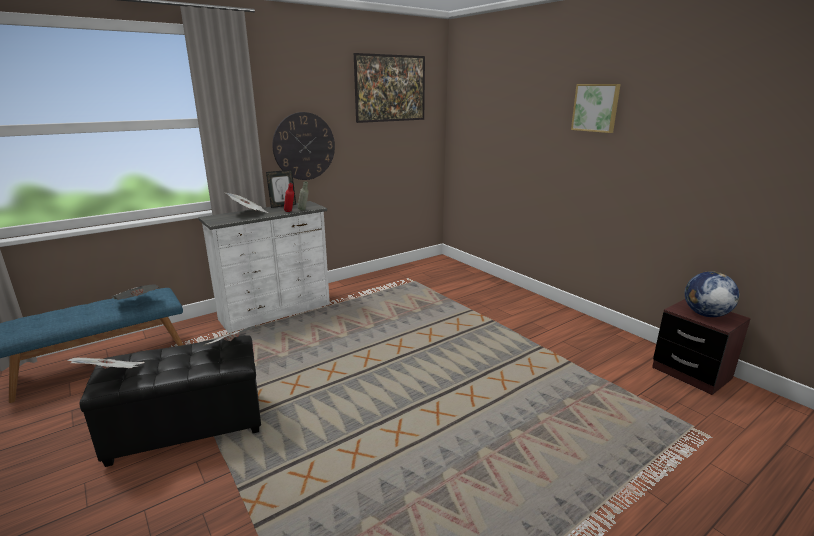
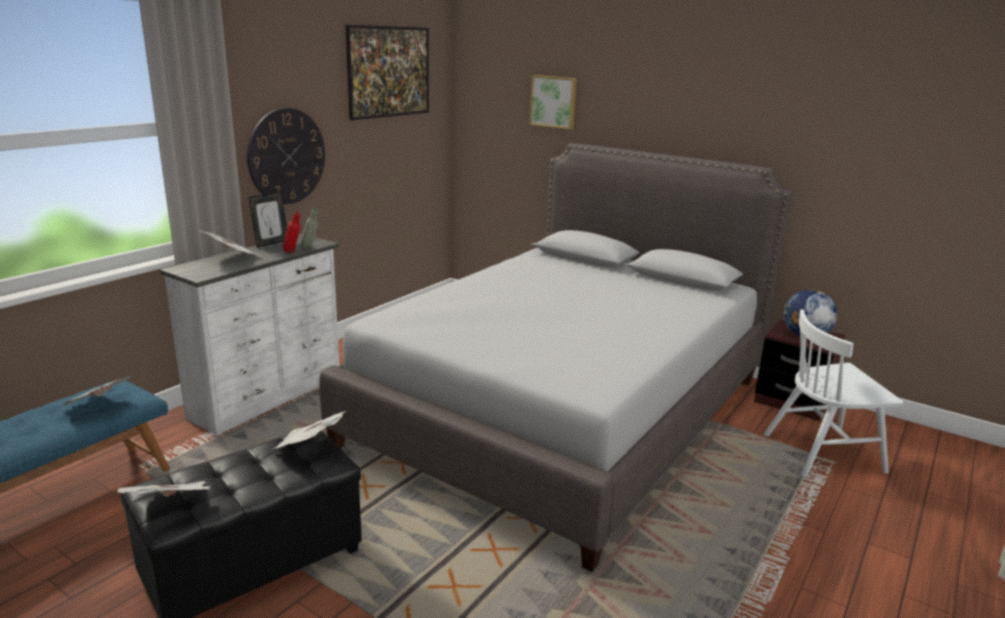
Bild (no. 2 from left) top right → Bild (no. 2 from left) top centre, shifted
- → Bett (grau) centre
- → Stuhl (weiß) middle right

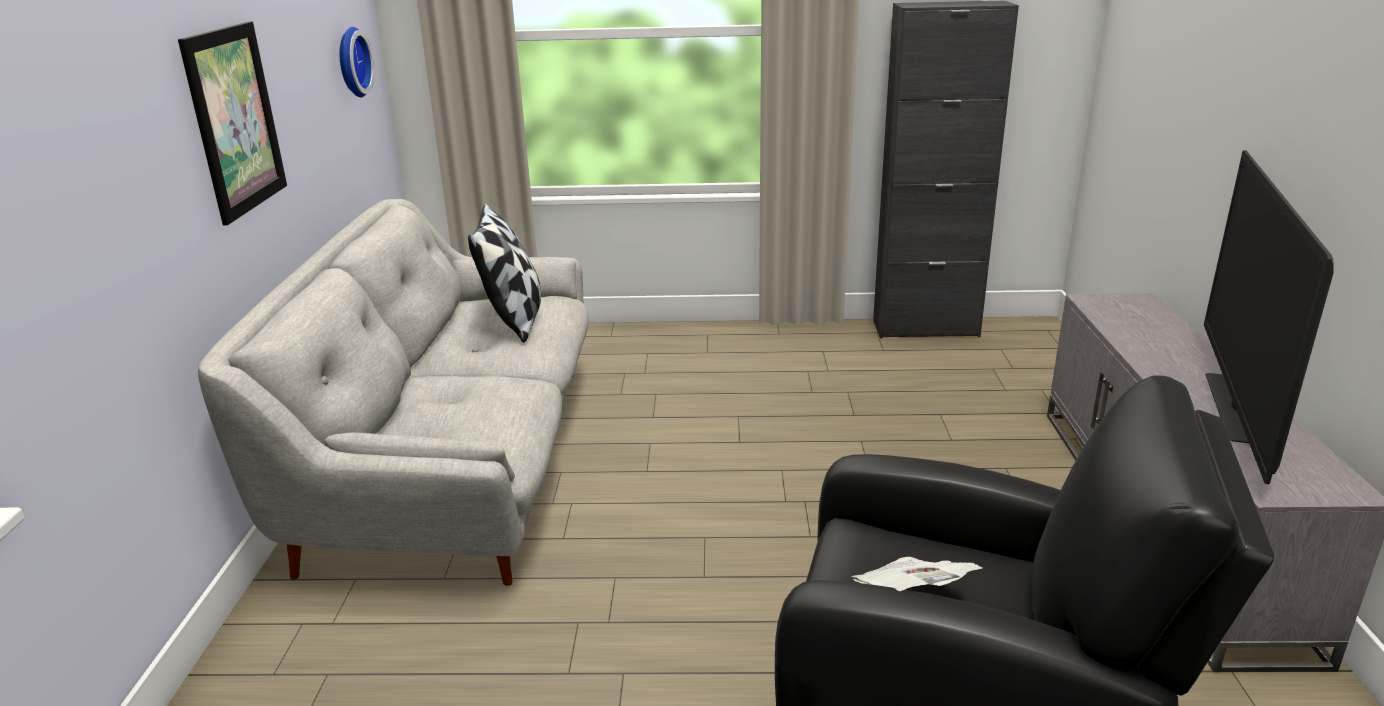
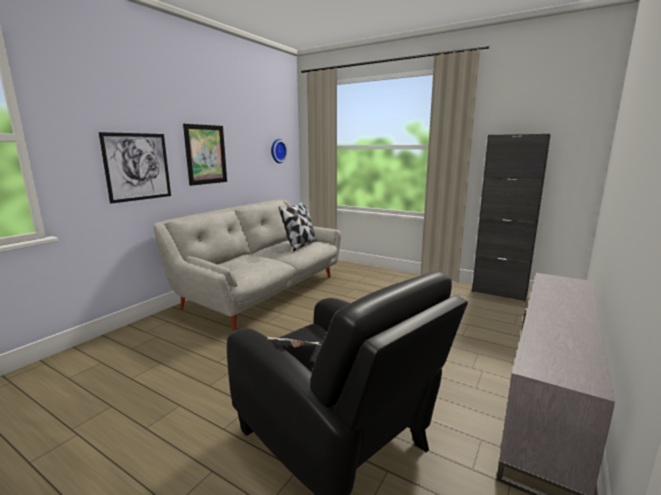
Fernseher middle right → -
- → Bild (no. 1 from left) middle left

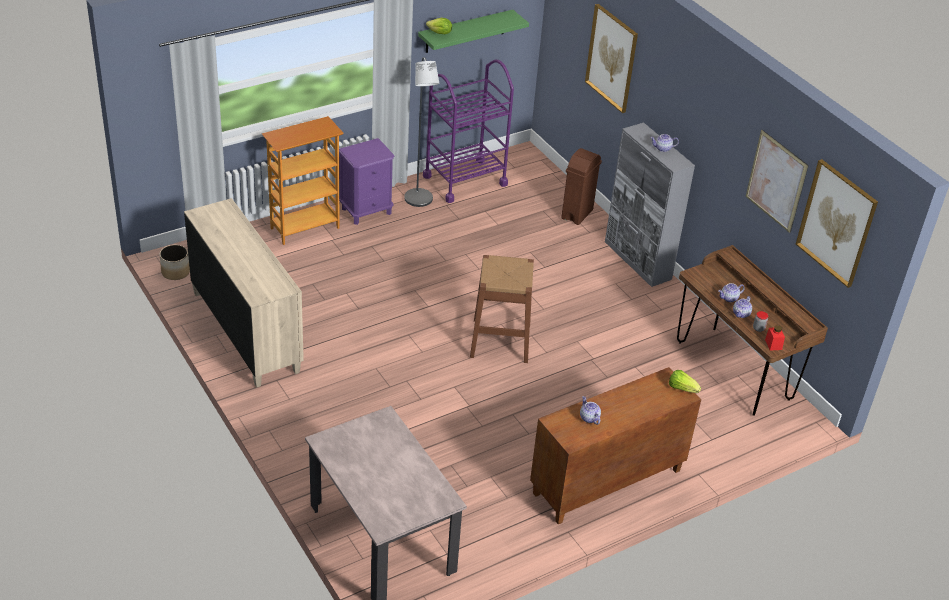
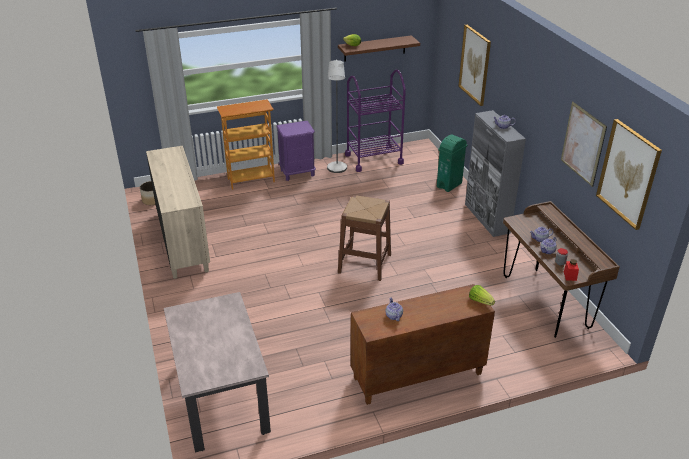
Wandregal (grün) top centre → Wandregal (braun) top centre
Mülleimer (braun) top centre → Mülleimer (grün) centre

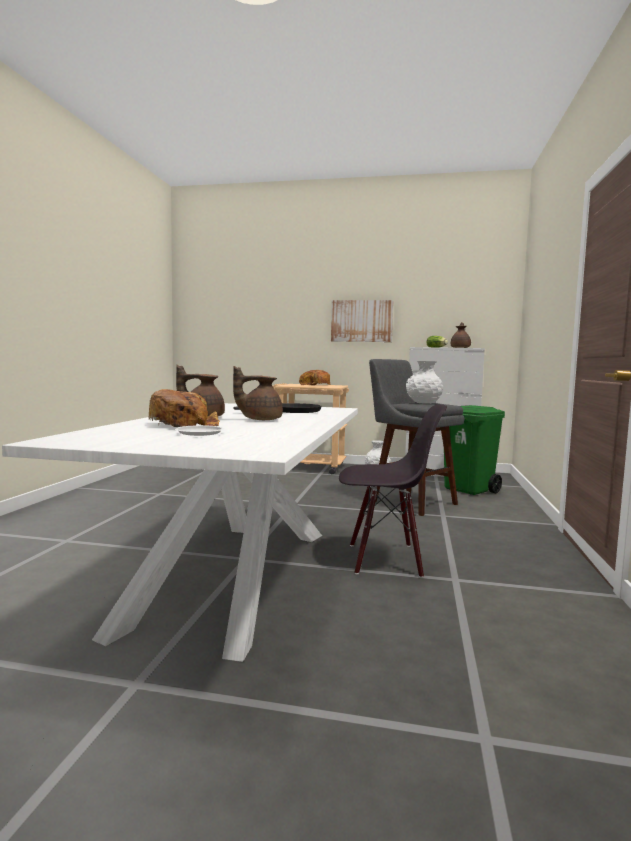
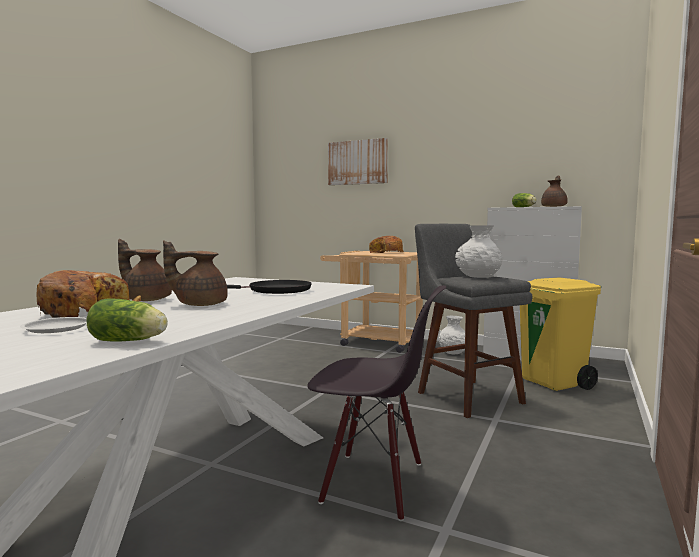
Bild centre → Bild top centre, shifted
Mülleimer (grün) middle right → Mülleimer (gelb) middle right
- → Salatkopf (no. 1 from left) middle left

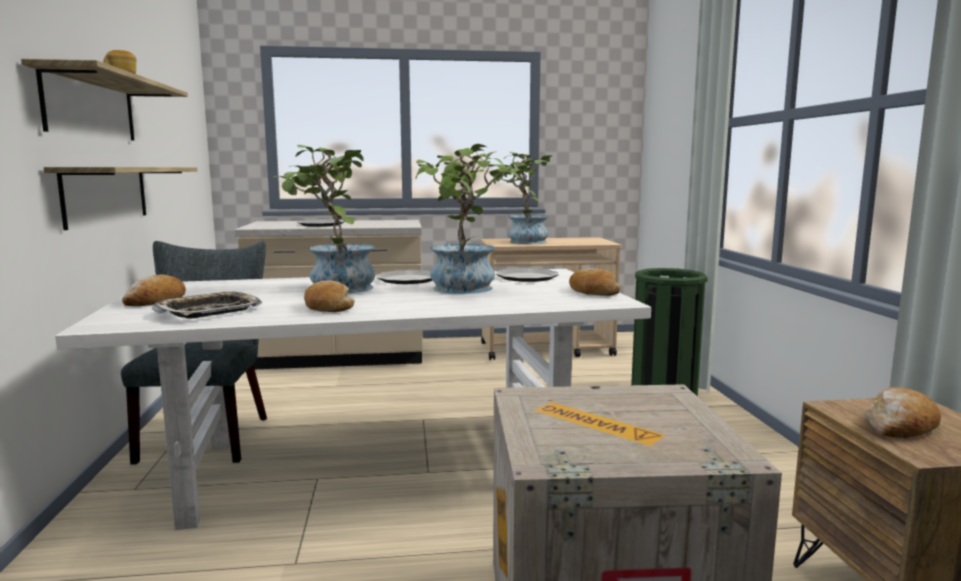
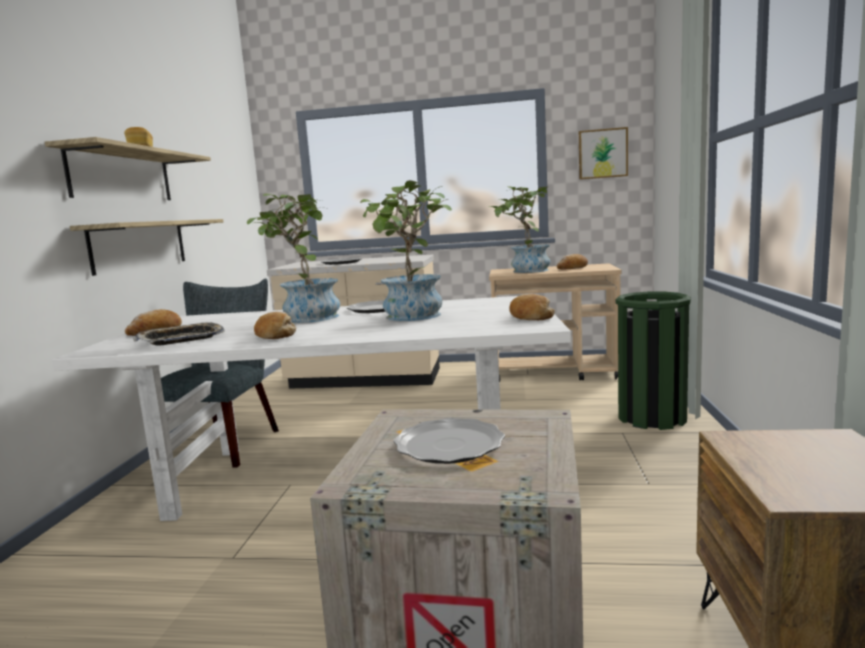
Teller (no. 3 from left) centre → Teller (no. 3 from left) bottom centre, shifted
Brot (no. 5 from left) bottom right → Brot (no. 5 from left) centre, shifted
- → Bild top right

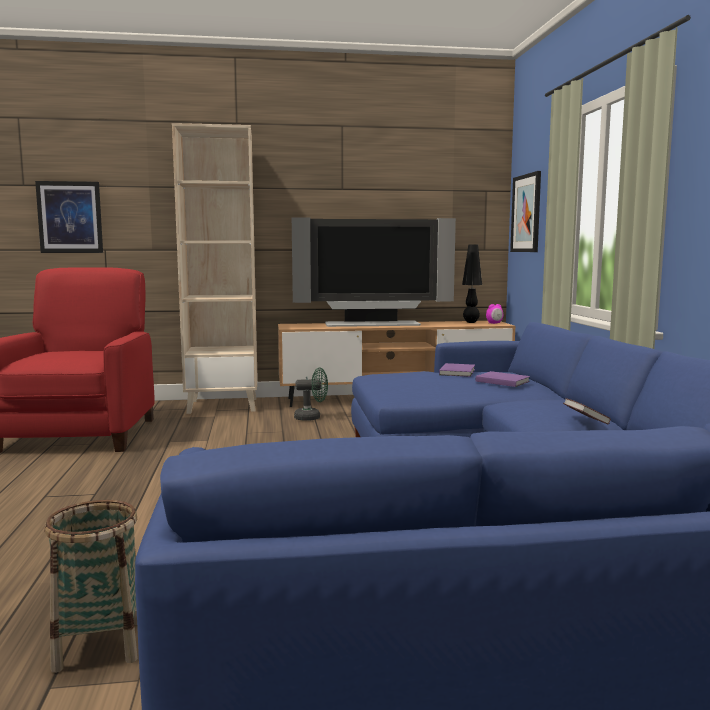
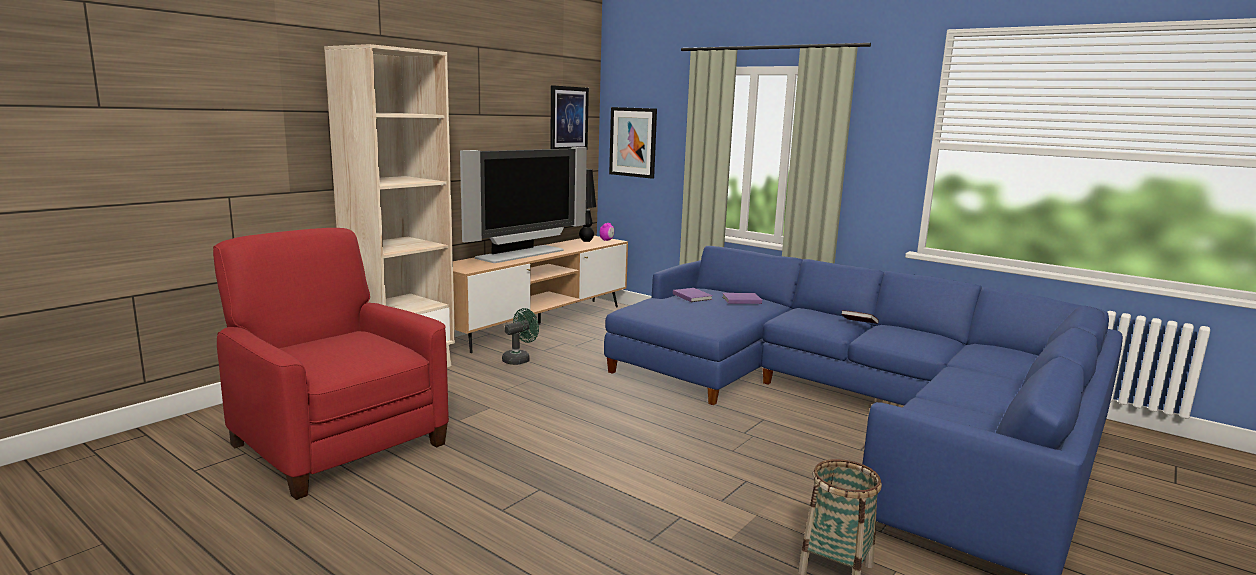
Bild (no. 1 from left) top left → Bild (no. 1 from left) top centre, shifted

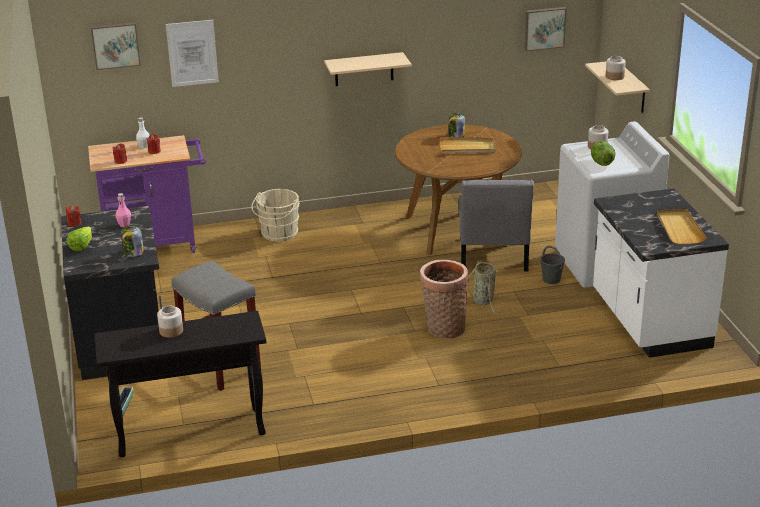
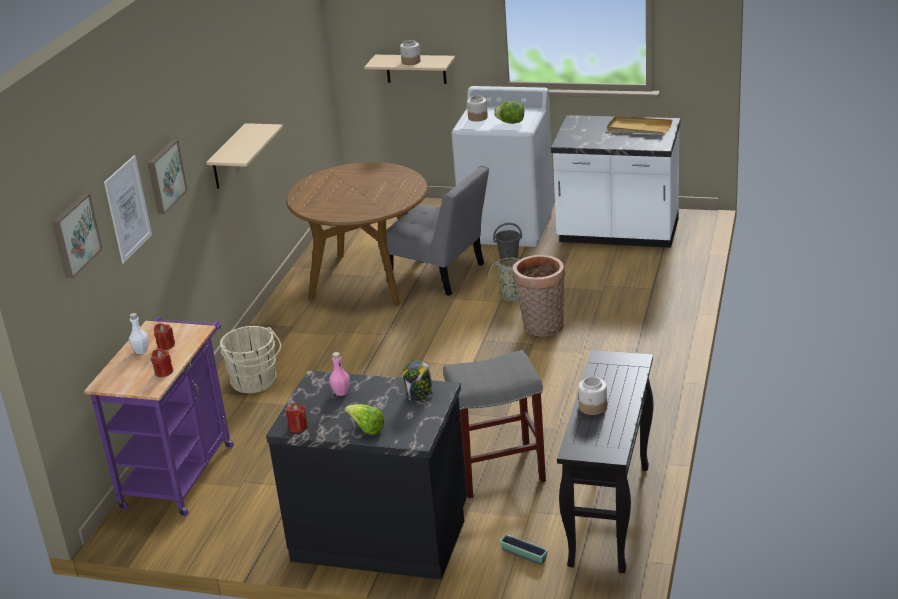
Tablett (beige) (no. 1 from left) top centre → -
Vorratsglas (no. 3 from left) top centre → -
Bild (no. 3 from left) top right → Bild (no. 3 from left) top left, shifted

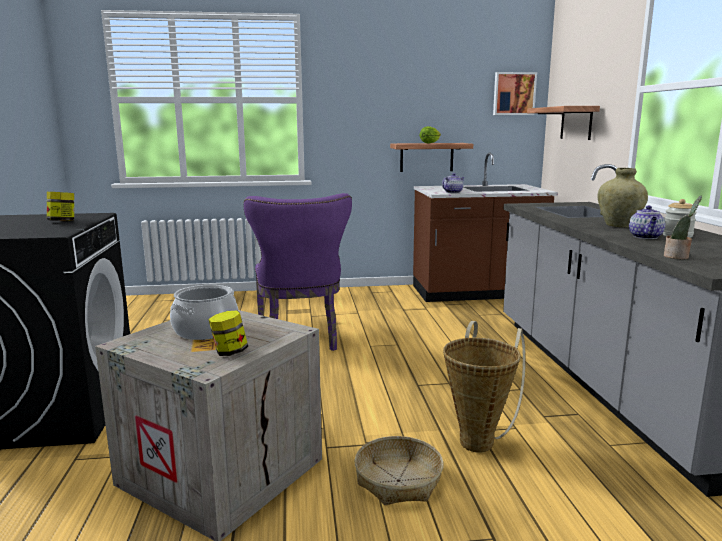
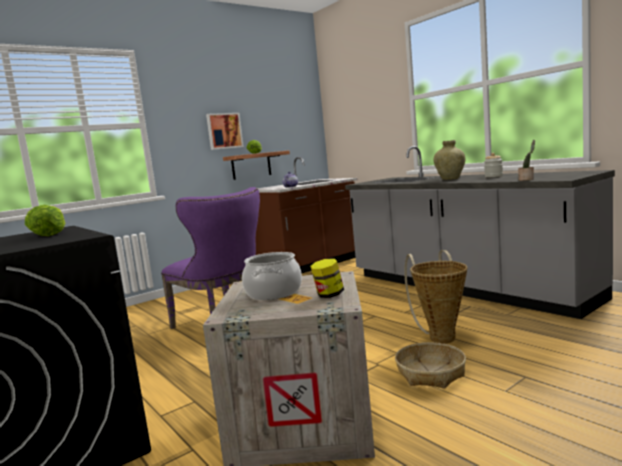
Vorratsglas (no. 1 from left) middle left → Salatkopf (no. 1 from left) middle left
Bild top right → Bild top centre, shifted
Wandregal (no. 2 from left) top right → -
Teekanne (no. 2 from left) middle right → -

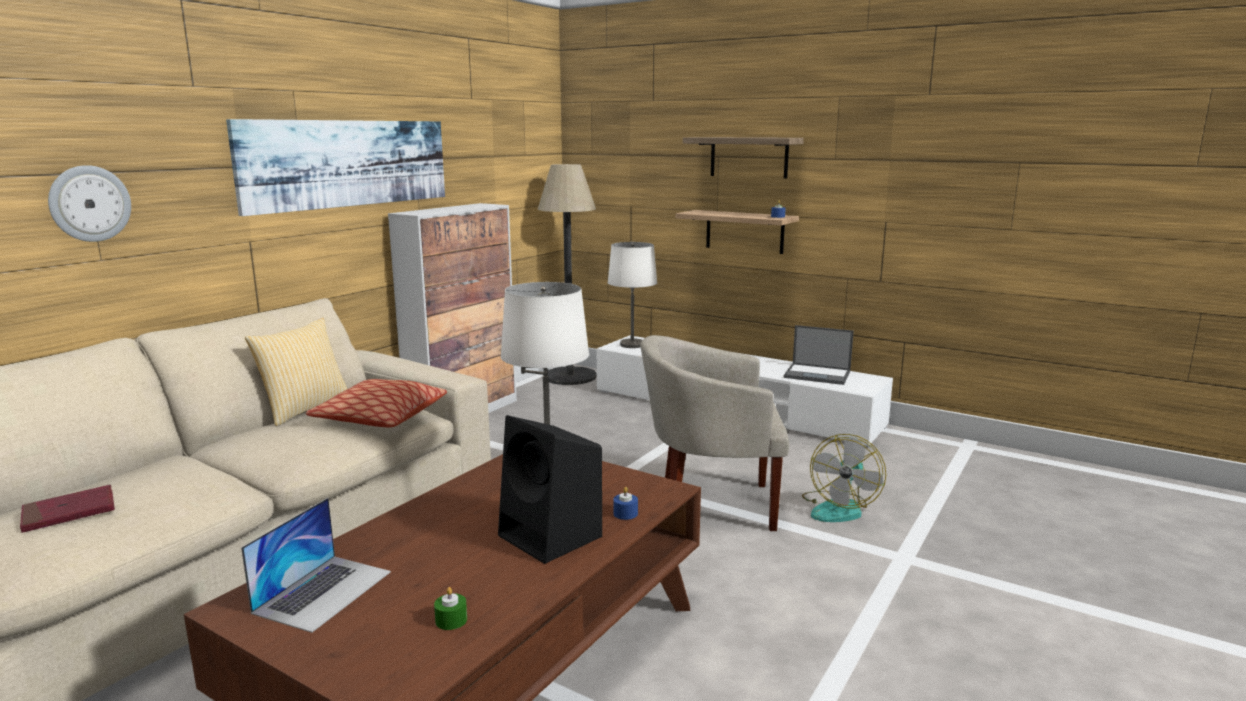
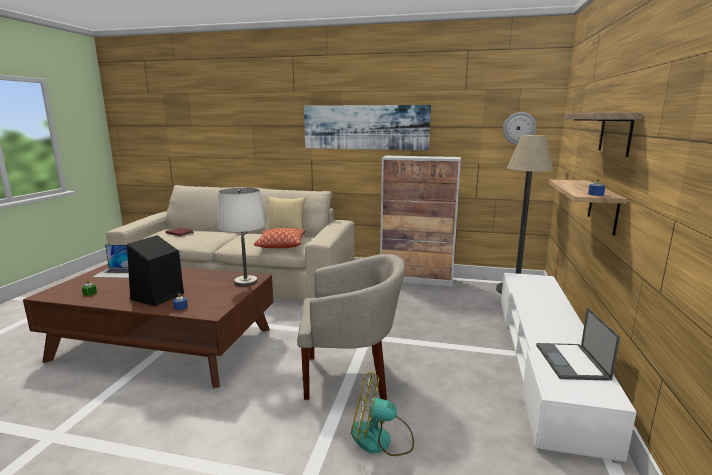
Wanduhr top left → Wanduhr top right, shifted
Tischlampe (weiß) (no. 2 from left) centre → -
Sessel (beige) centre → Sessel (beige) bottom centre, 105 degrees clockwise

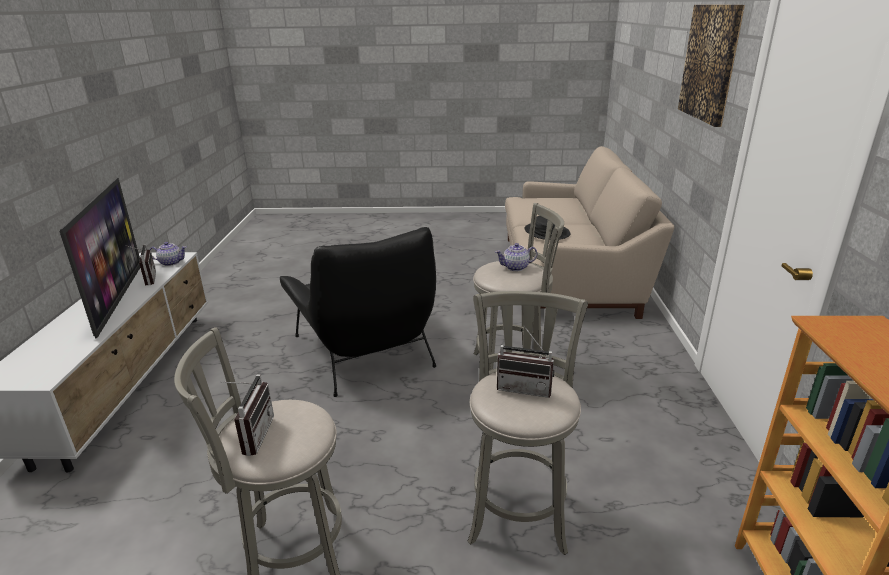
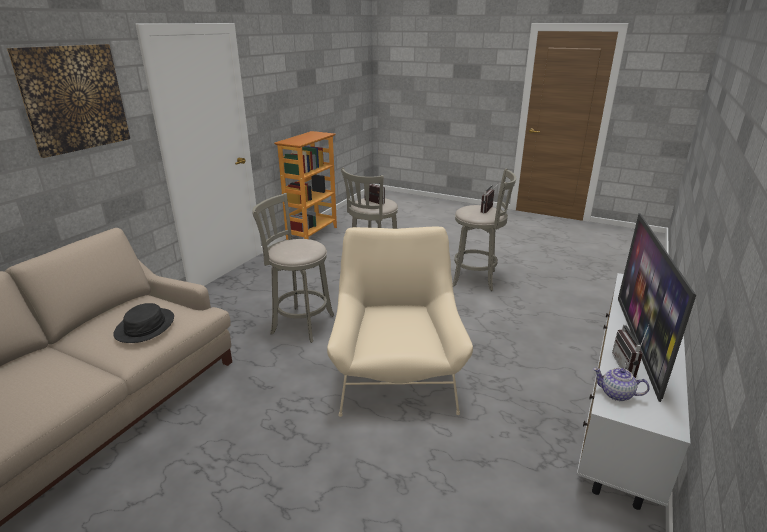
Sessel (schwarz) centre → Sessel (beige) centre
Teekanne (no. 2 from left) centre → -

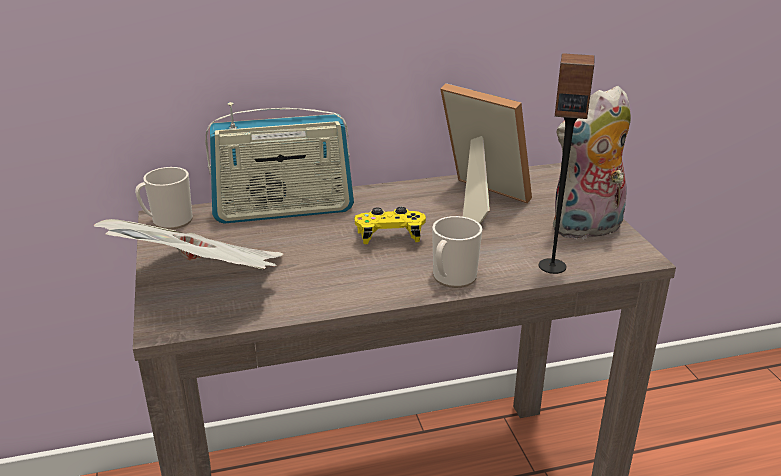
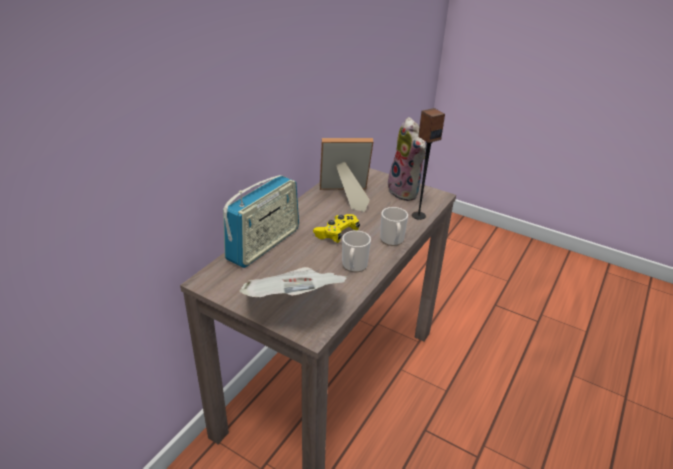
Henkelbecher (no. 1 from left) middle left → Henkelbecher (no. 1 from left) centre, shifted
Plüschtier middle right → Plüschtier centre, 45 degrees counterclockwise

